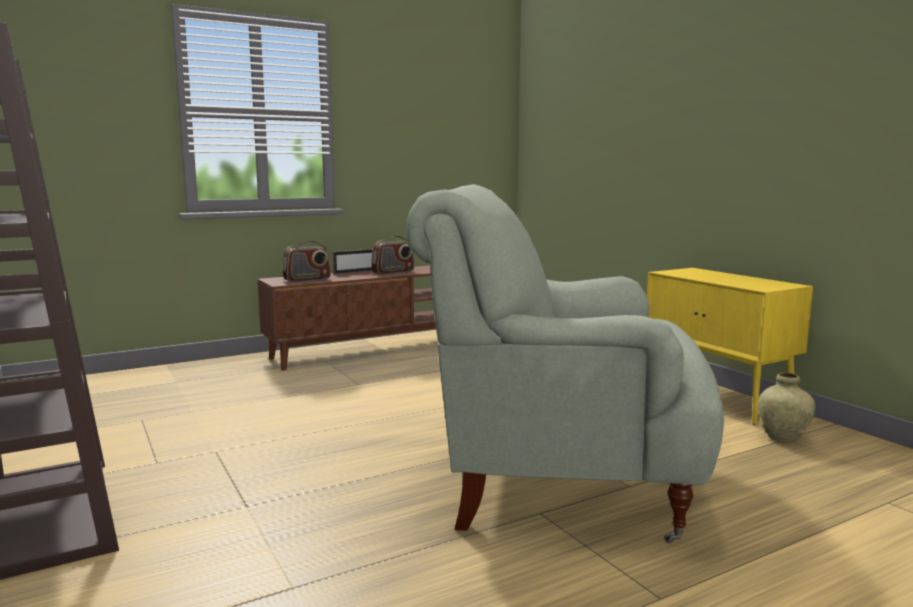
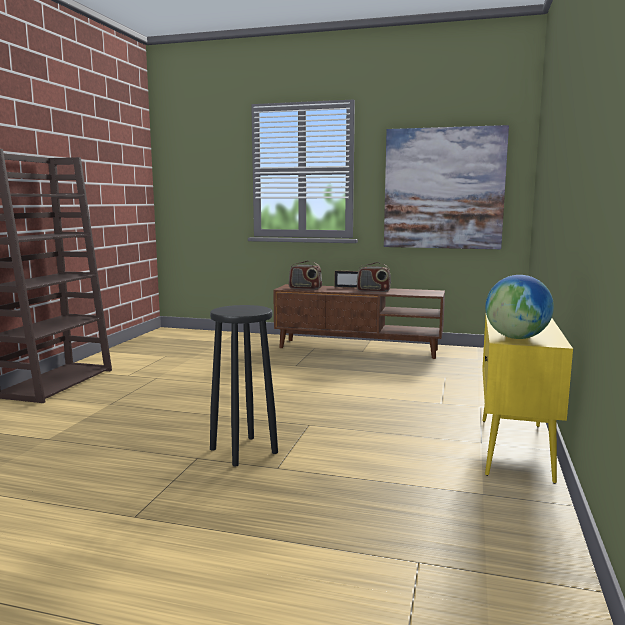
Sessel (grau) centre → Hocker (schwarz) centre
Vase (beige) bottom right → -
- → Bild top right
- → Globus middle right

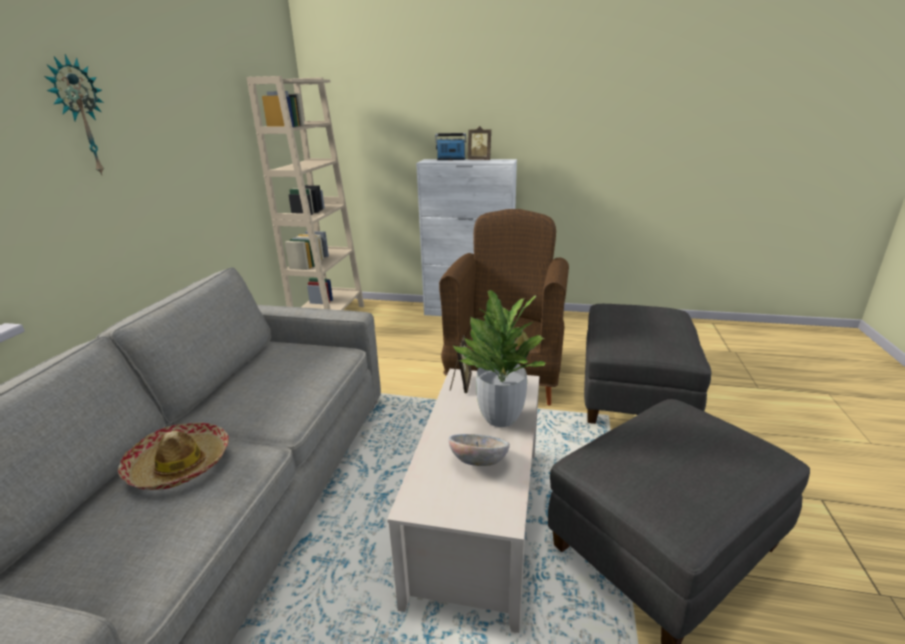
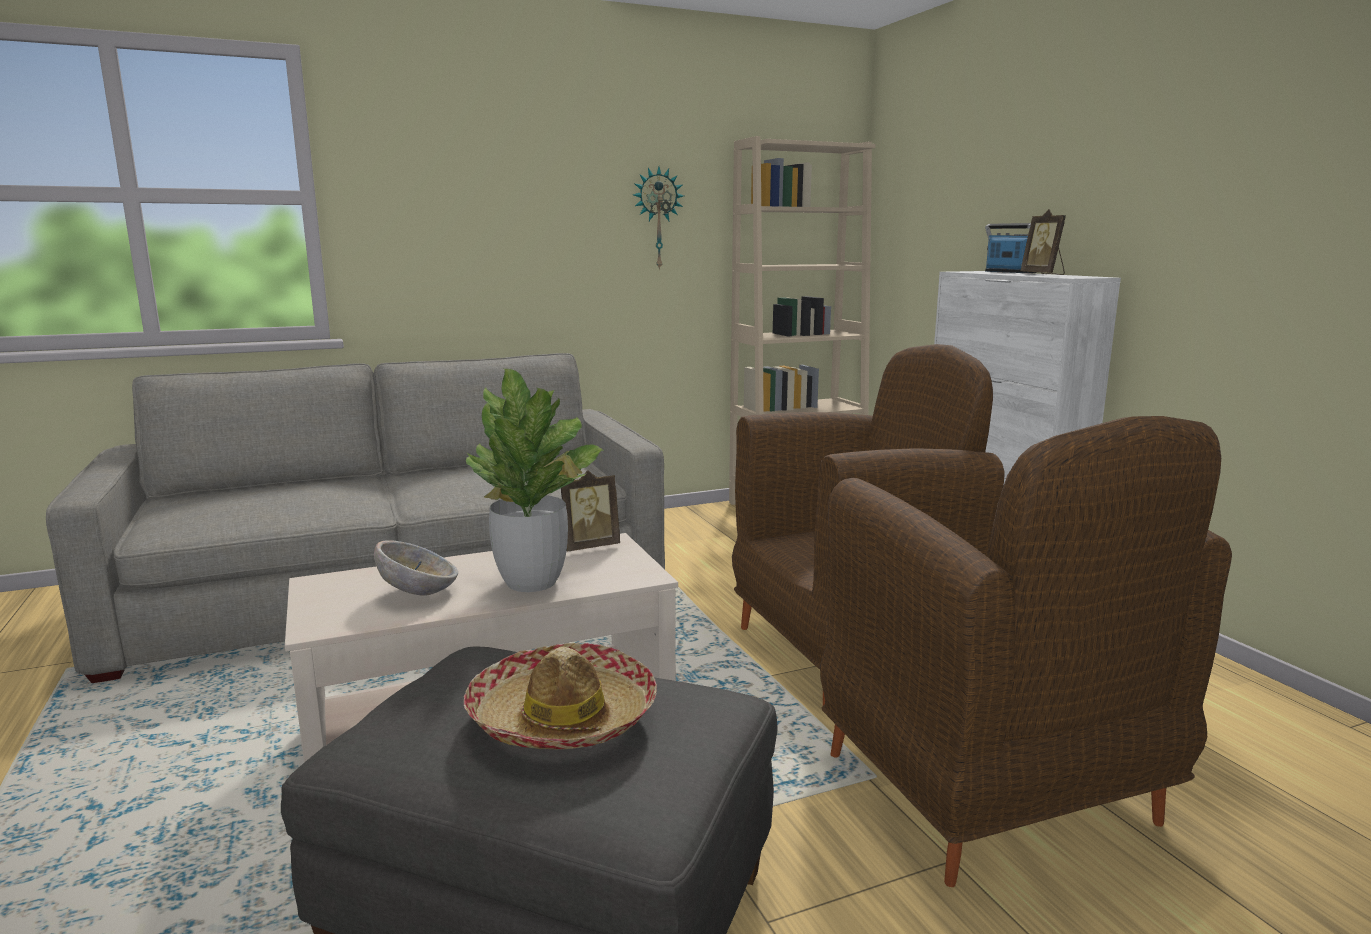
Wanduhr top left → Wanduhr top centre, shifted
Hut bottom left → Hut bottom centre, shifted
Polsterhocker (grau) (no. 1 from left) middle right → Sessel (braun) (no. 2 from left) bottom right

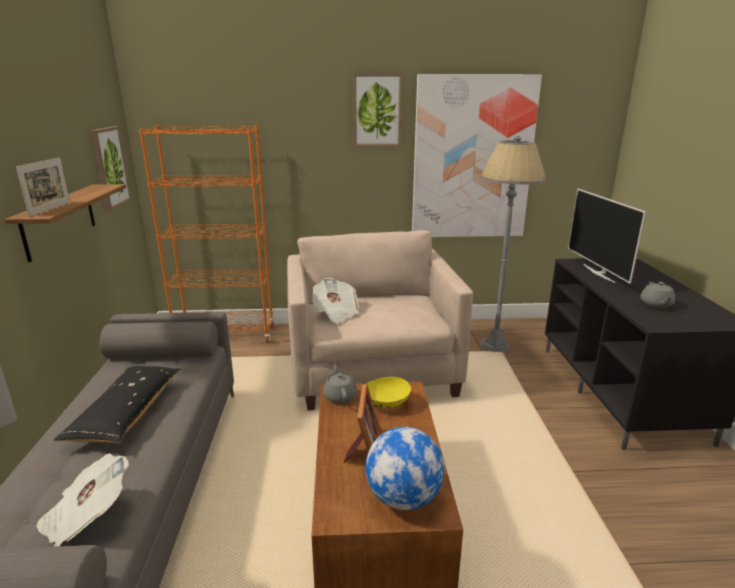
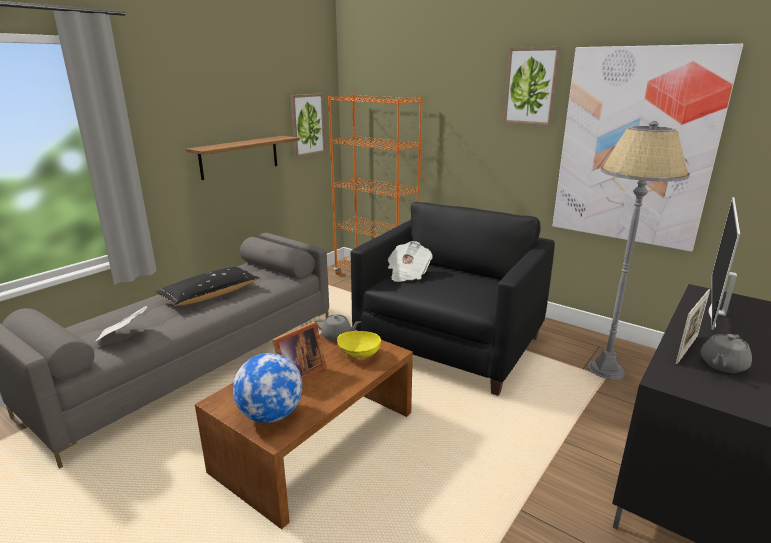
Bilderrahmen (no. 1 from left in the first image) top left → Bilderrahmen (no. 2 from left) middle right, shifted
Sessel (beige) centre → Sessel (schwarz) centre
Teekanne (grau) (no. 1 from left) centre, 75 degrees clockwise

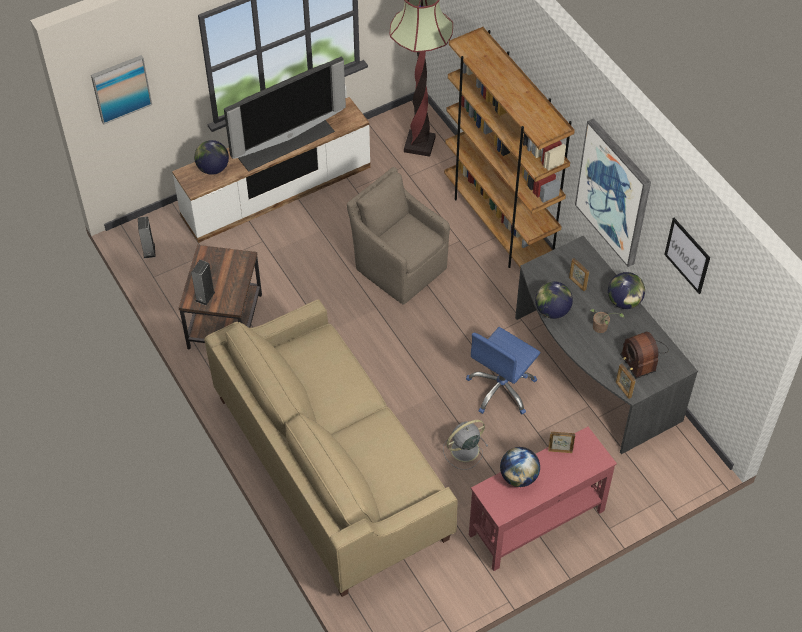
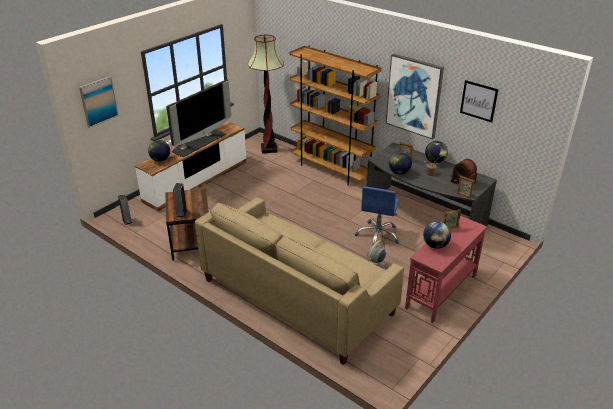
Sessel (braun) centre → -

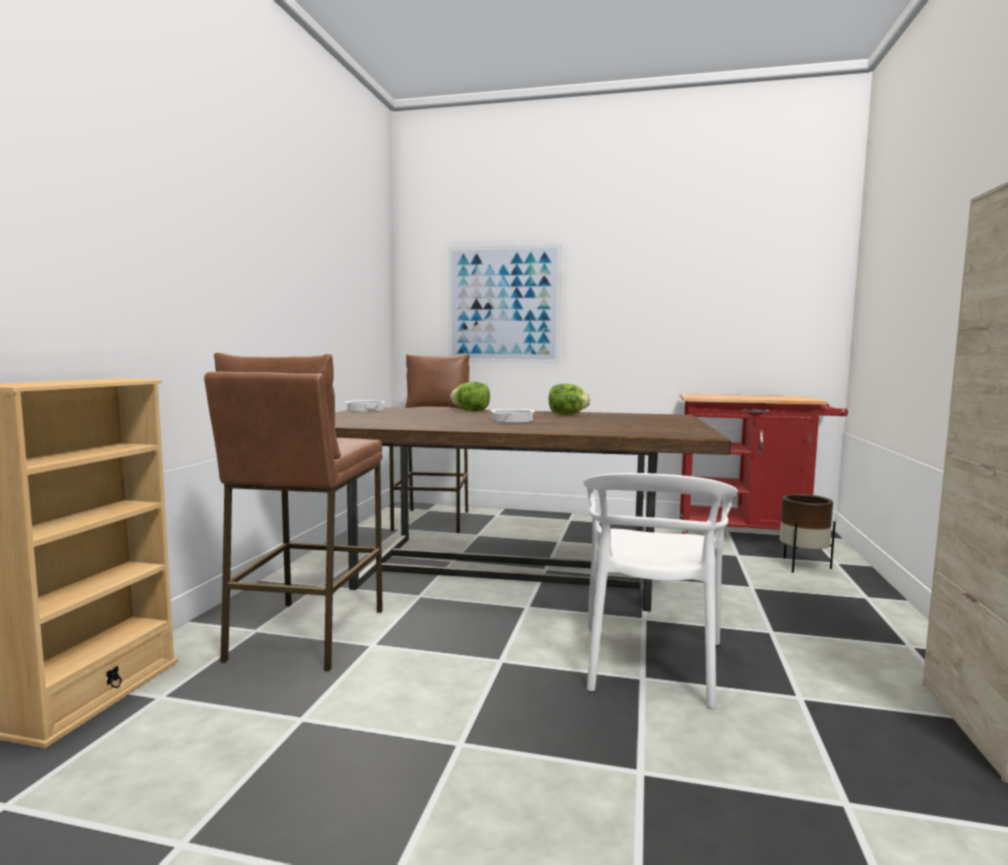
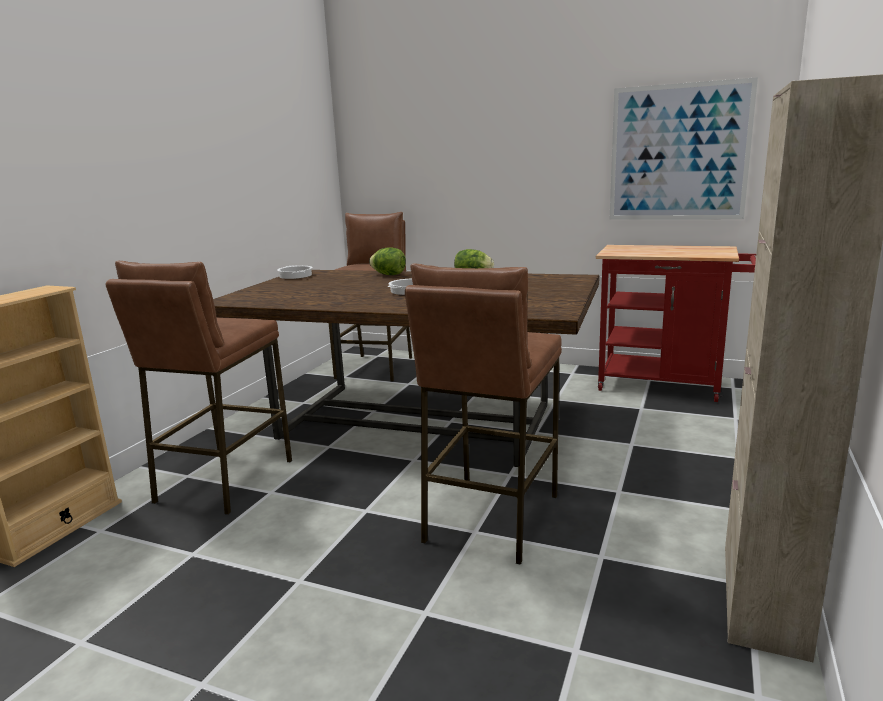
Bild centre → Bild top right, shifted
Stuhl (weiß) bottom centre → Hocker (braun) (no. 3 from left) centre
Pflanzkübel (braun) middle right → -

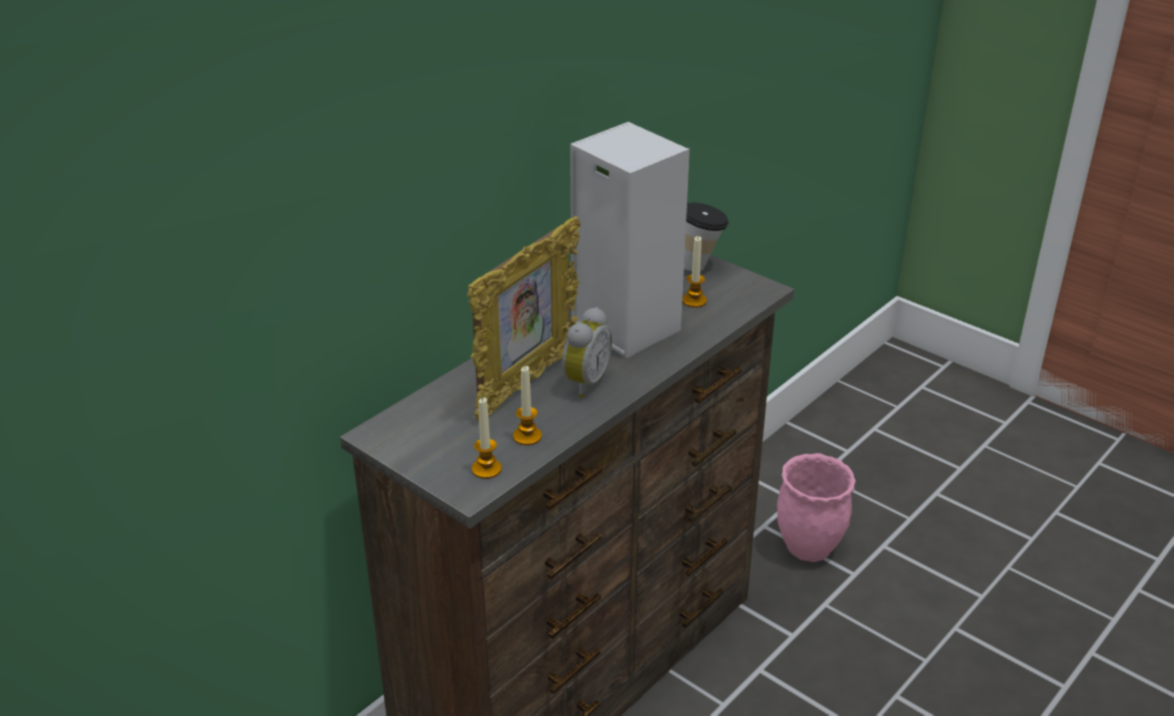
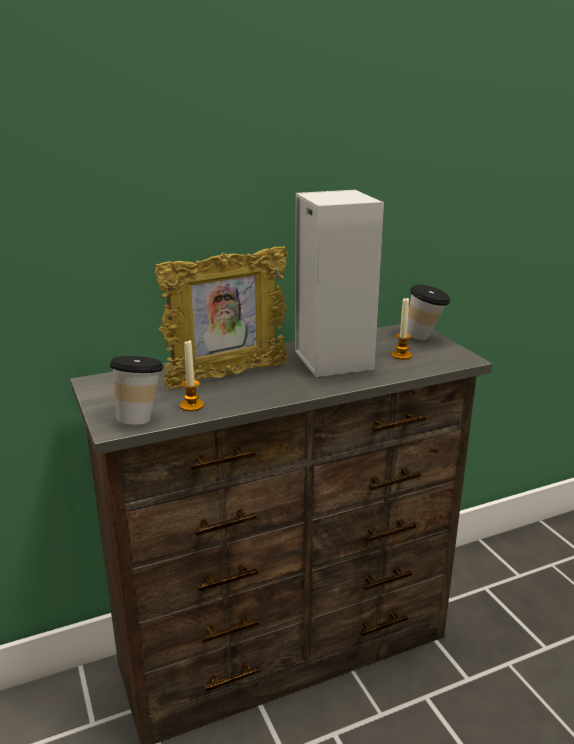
Kerze (no. 1 from left) centre → Tasse (no. 1 from left) middle left
Wecker centre → -
Pflanzkübel (rosa) bottom right → -

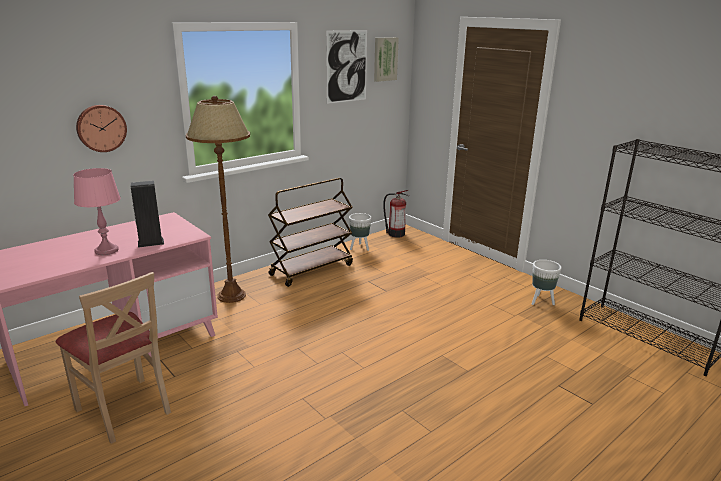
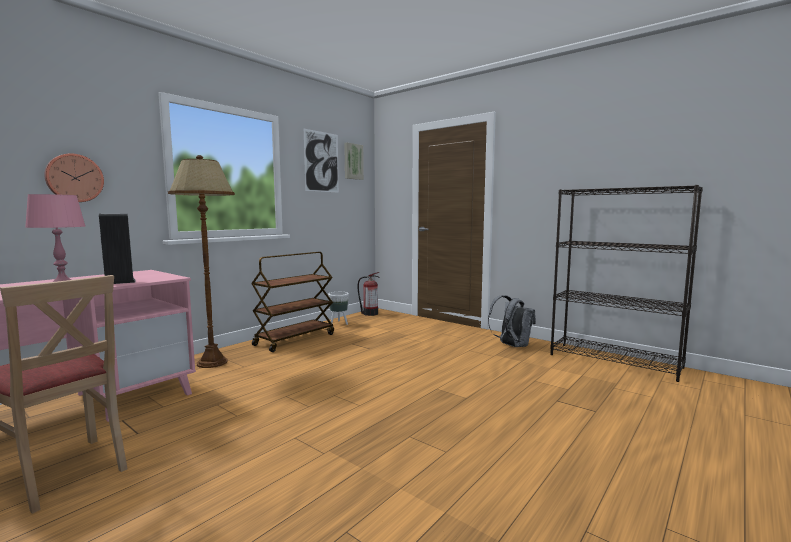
Pflanzkübel (weiß) (no. 2 from left) middle right → Rucksack (grau) centre

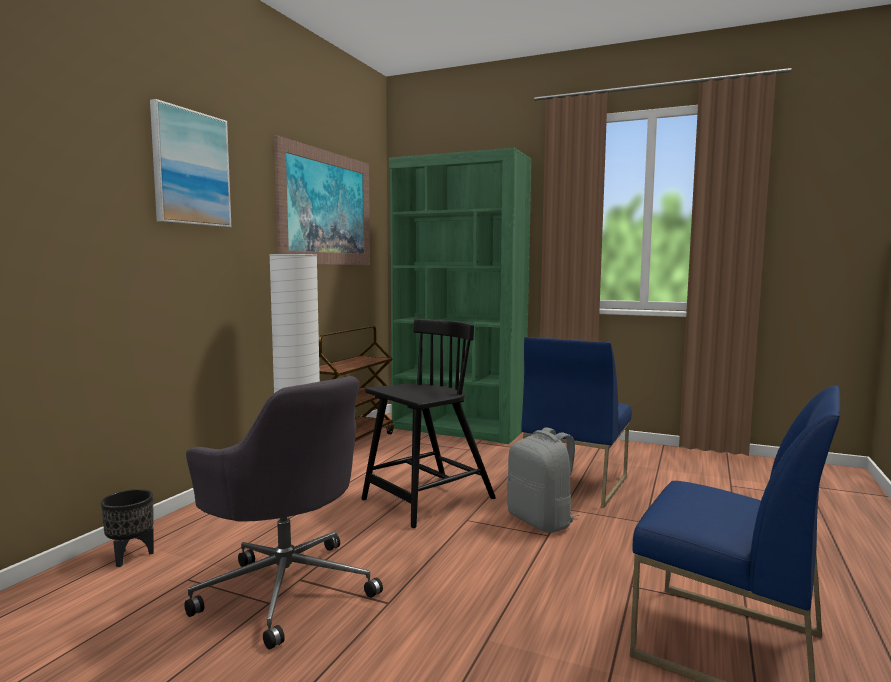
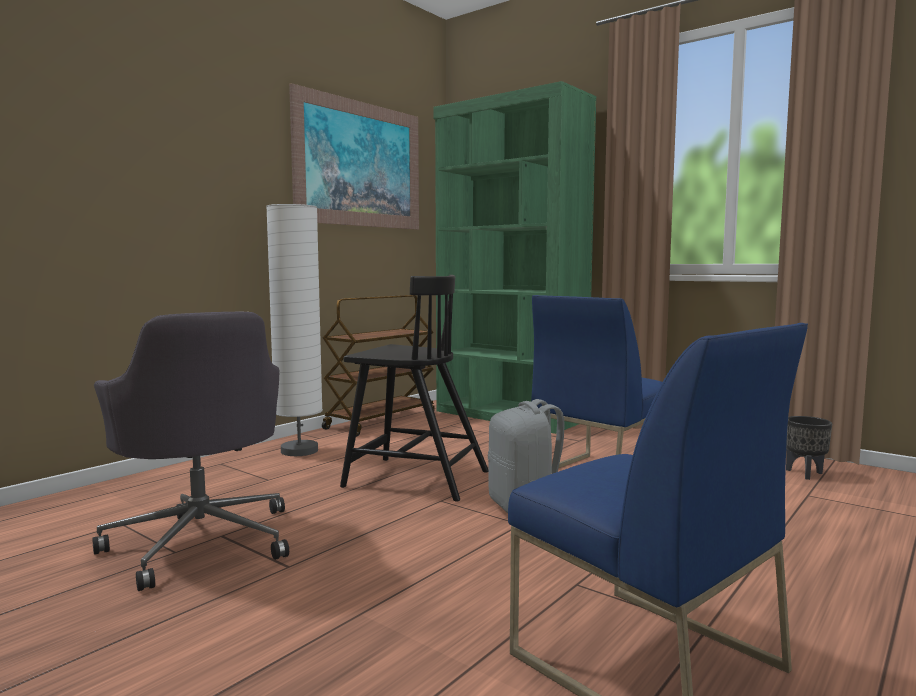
Pflanzkübel (schwarz) bottom left → Pflanzkübel (schwarz) middle right, shifted
Bild (no. 1 from left) top left → -
Stuhl (schwarz) centre, 45 degrees clockwise

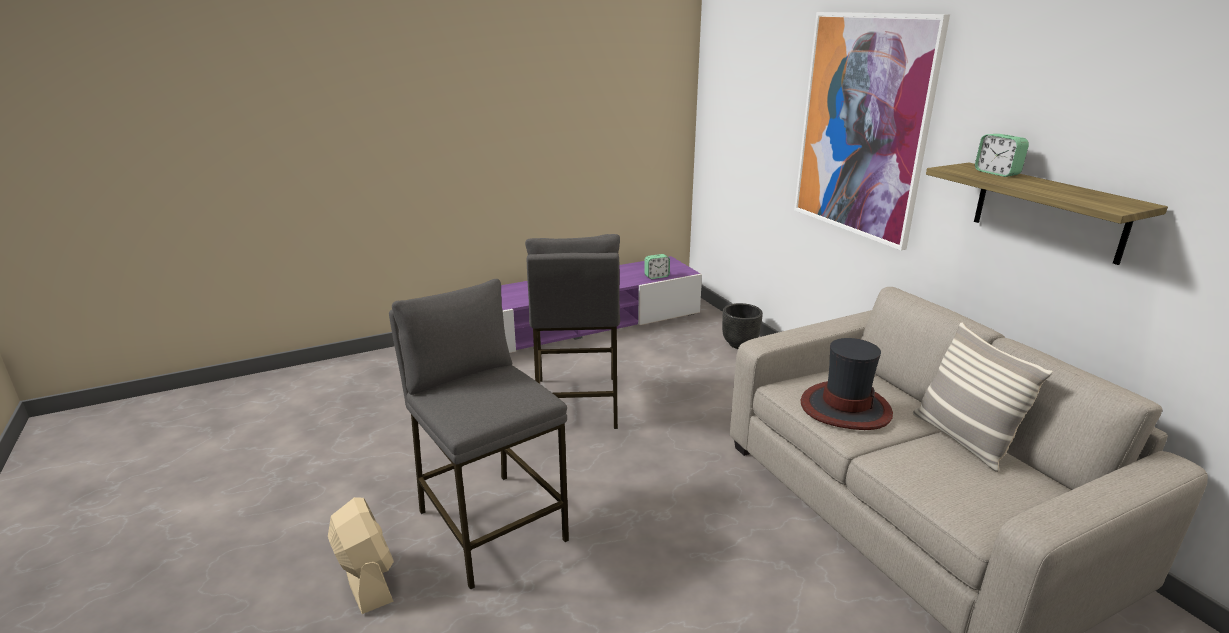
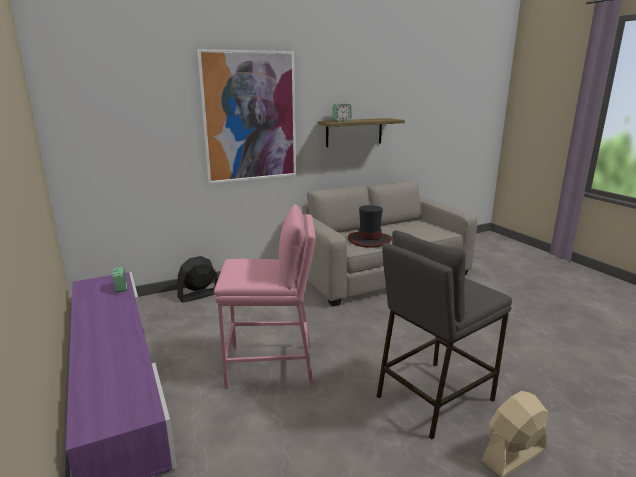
Hocker (grau) (no. 2 from left) centre → Hocker (rosa) centre
Pflanzkübel (schwarz) centre → Ventilator (schwarz) middle left
Kissen middle right → -

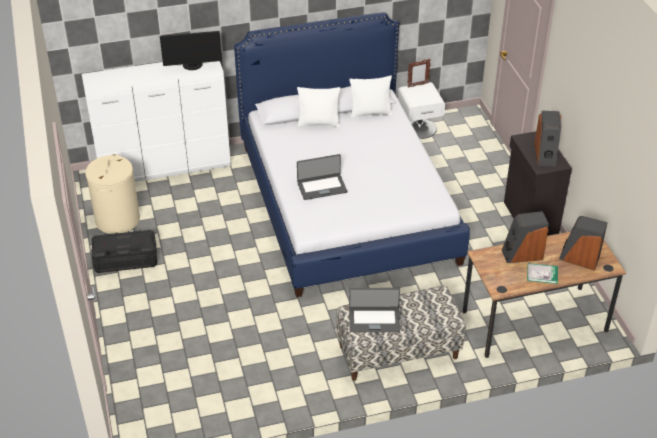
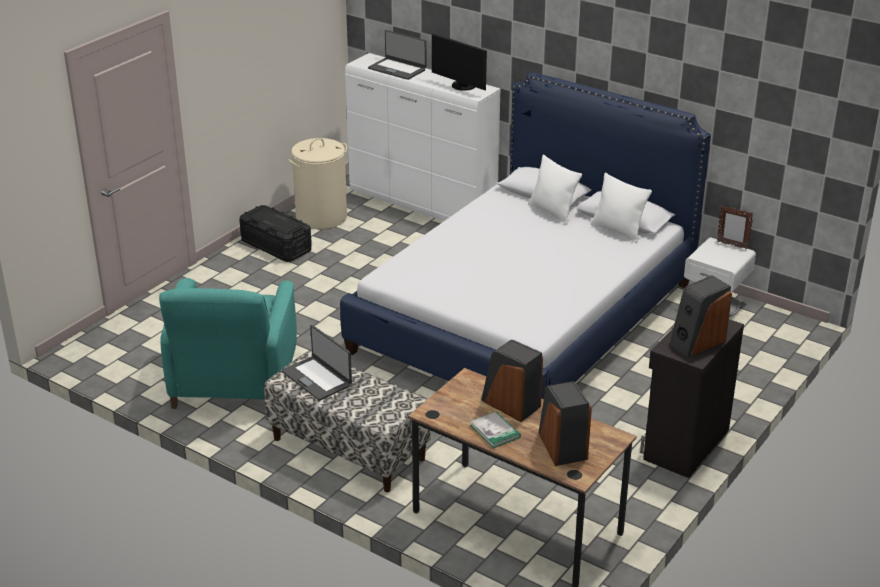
Laptop (no. 1 from left in the first image) centre → Laptop (no. 2 from left) top centre, shifted
- → Sessel (türkis) middle left

